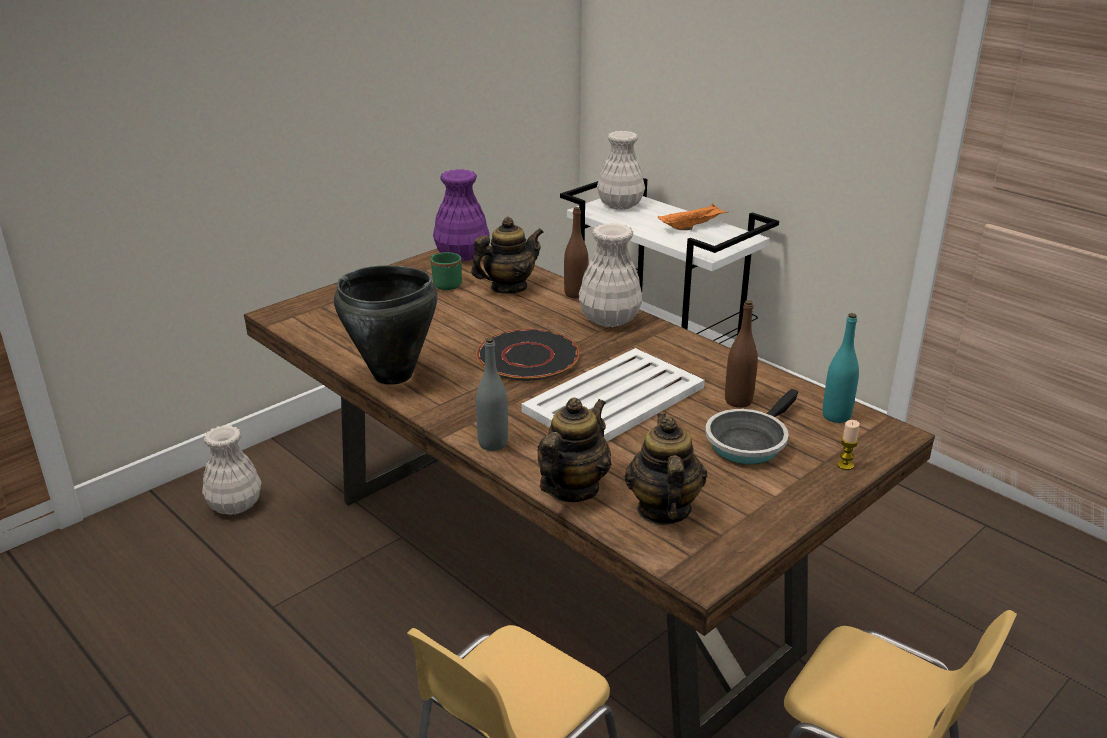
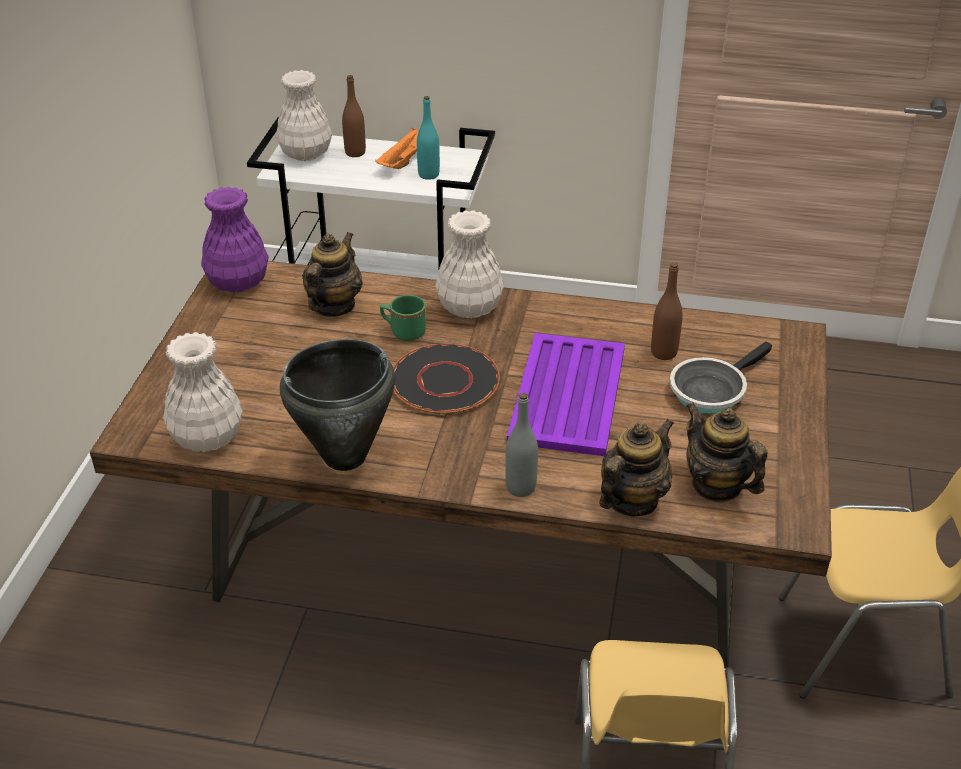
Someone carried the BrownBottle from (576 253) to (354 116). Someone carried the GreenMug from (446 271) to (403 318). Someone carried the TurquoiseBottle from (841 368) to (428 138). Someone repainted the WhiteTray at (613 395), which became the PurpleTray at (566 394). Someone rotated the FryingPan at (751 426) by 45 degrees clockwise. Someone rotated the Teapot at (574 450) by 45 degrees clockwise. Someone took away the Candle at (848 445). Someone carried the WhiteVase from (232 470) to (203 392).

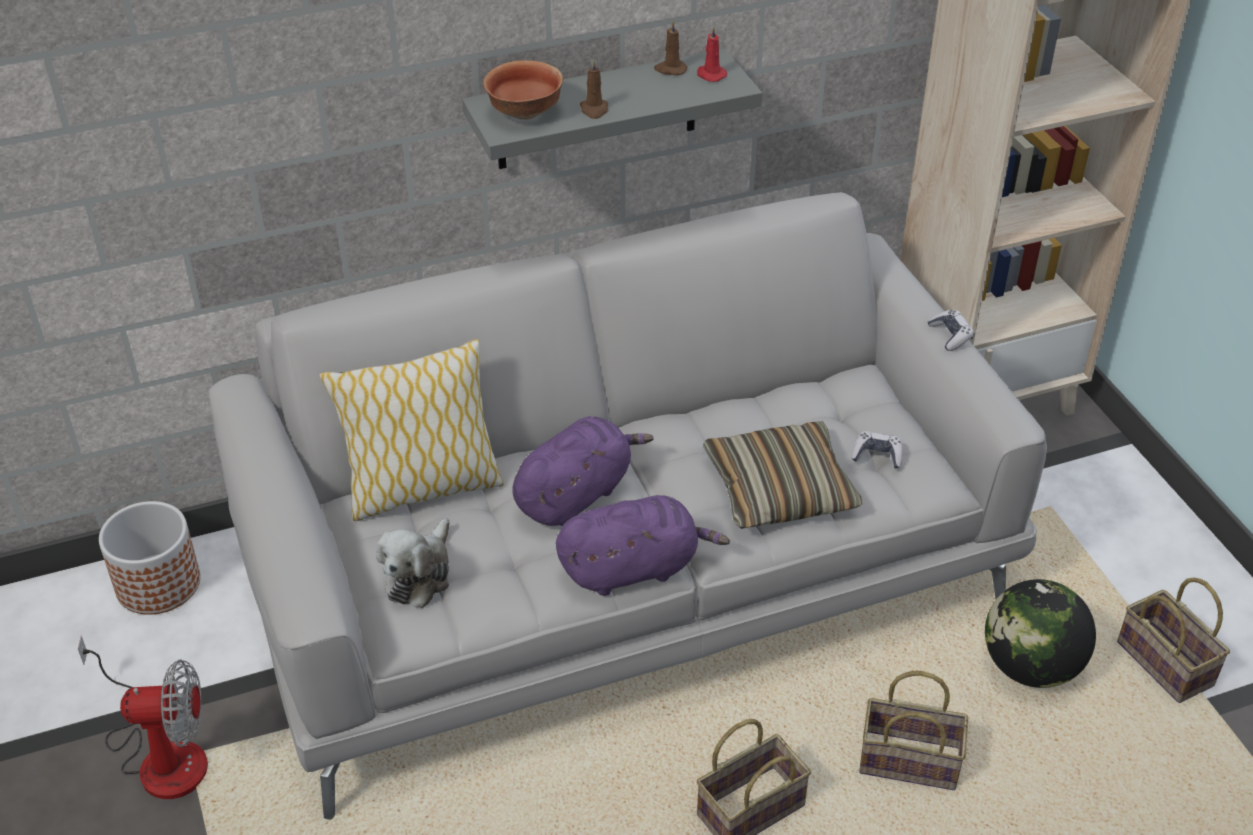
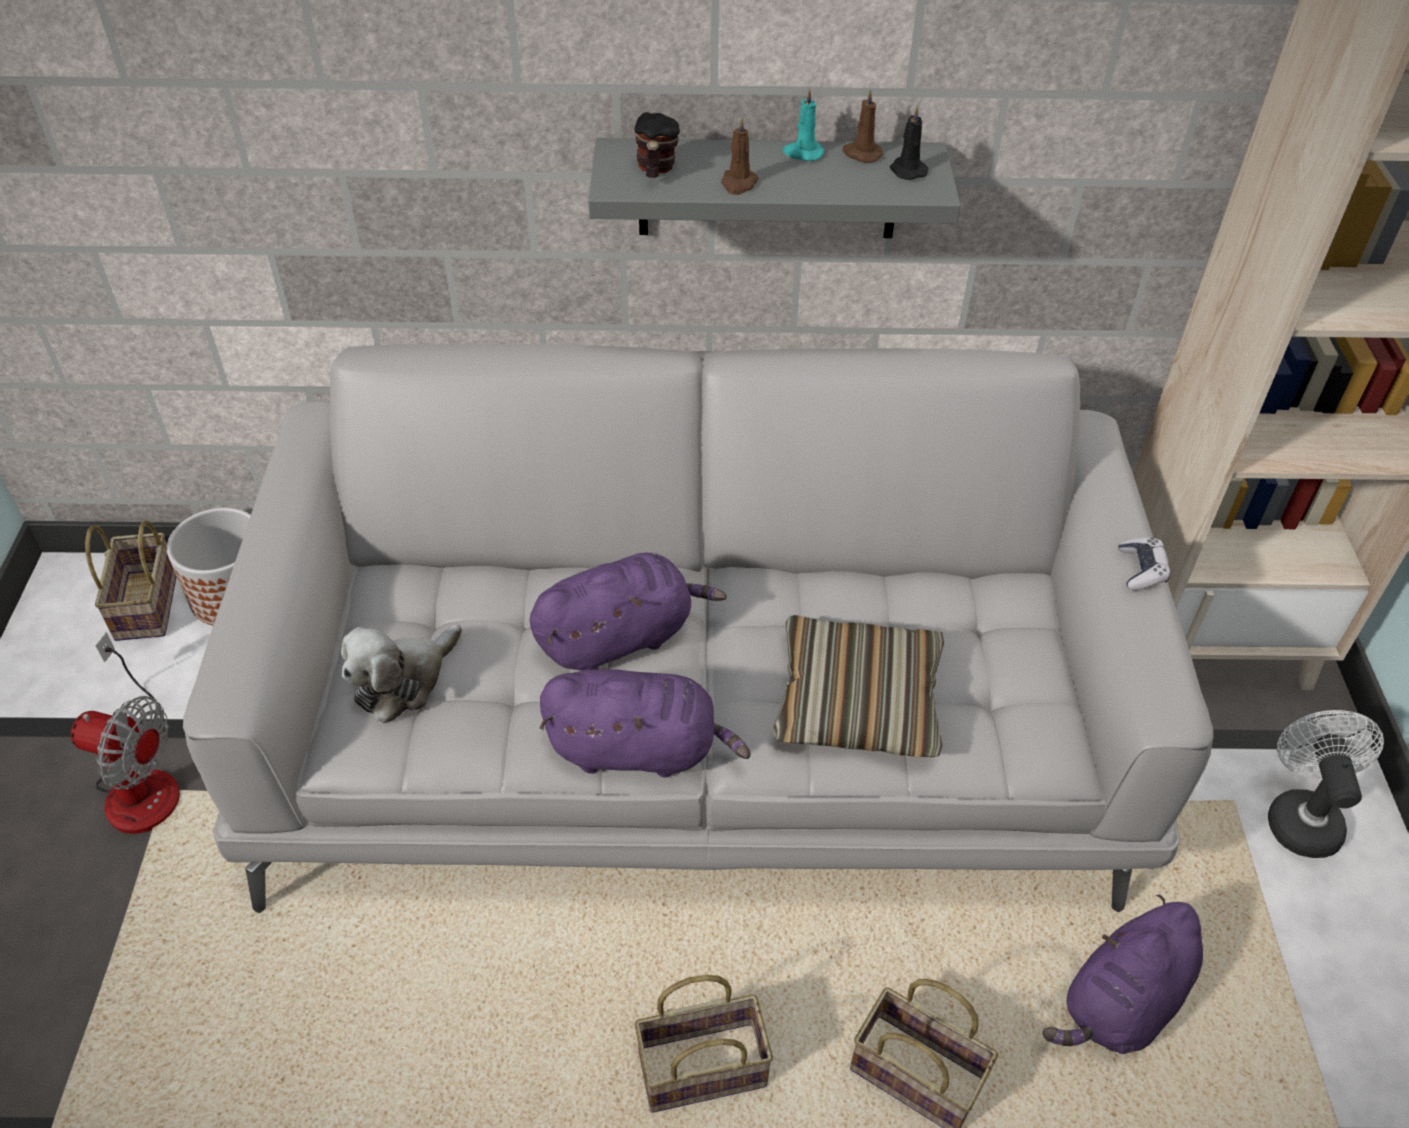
Someone repainted the RedCandle at (712 54), which became the BlackCandle at (909 142). Someone swapped the Bowl at (523 90) for the Mug at (657 145). Someone took away the Pillow at (412 430). Someone took away the GameController at (877 450). Someone carried the Basket from (1173 640) to (131 580). Someone swapped the Globe at (1040 633) for the PurplePlushToy at (1122 974). Someone put down the TurquoiseCandle at (803 124). Someone put down the WhiteFan at (1326 784).

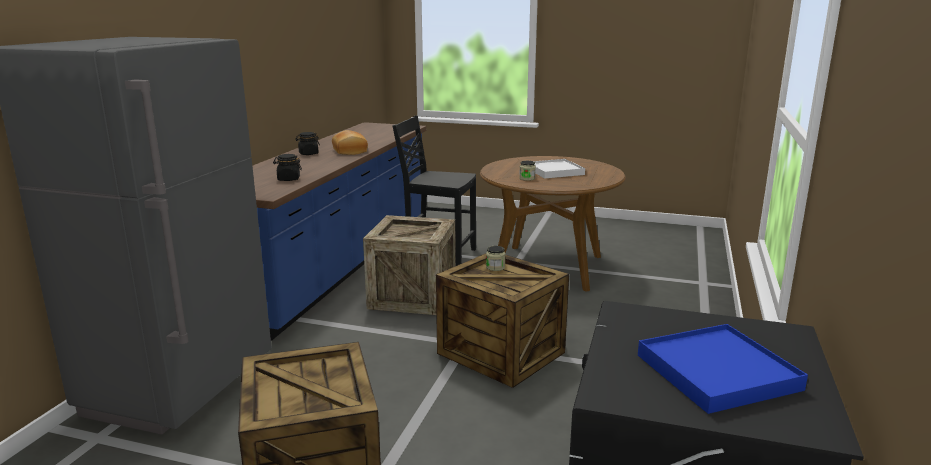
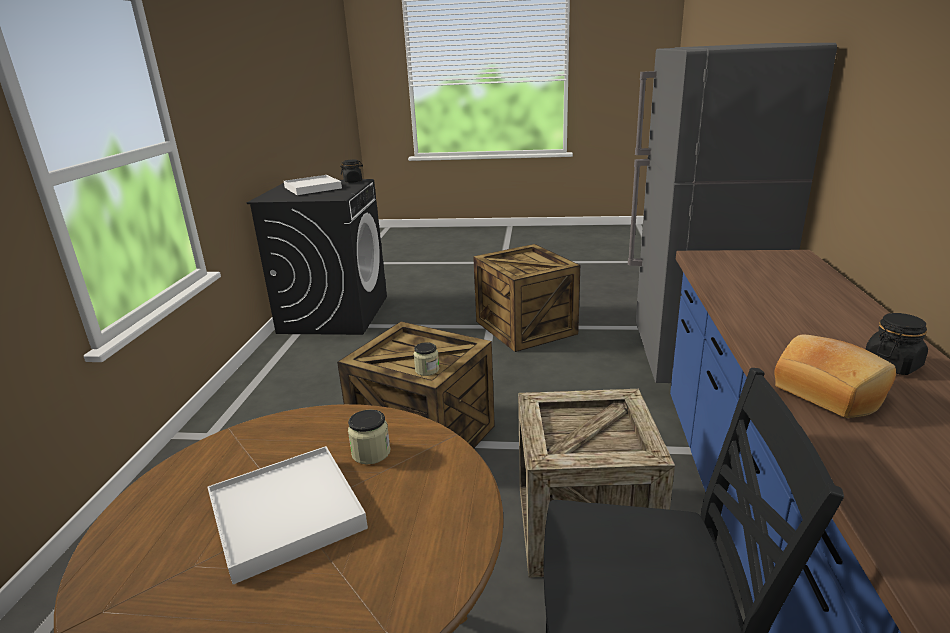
Someone carried the BlackJar from (287 167) to (351 171). Someone repainted the BlueTray at (723 369), which became the WhiteTray at (313 185).

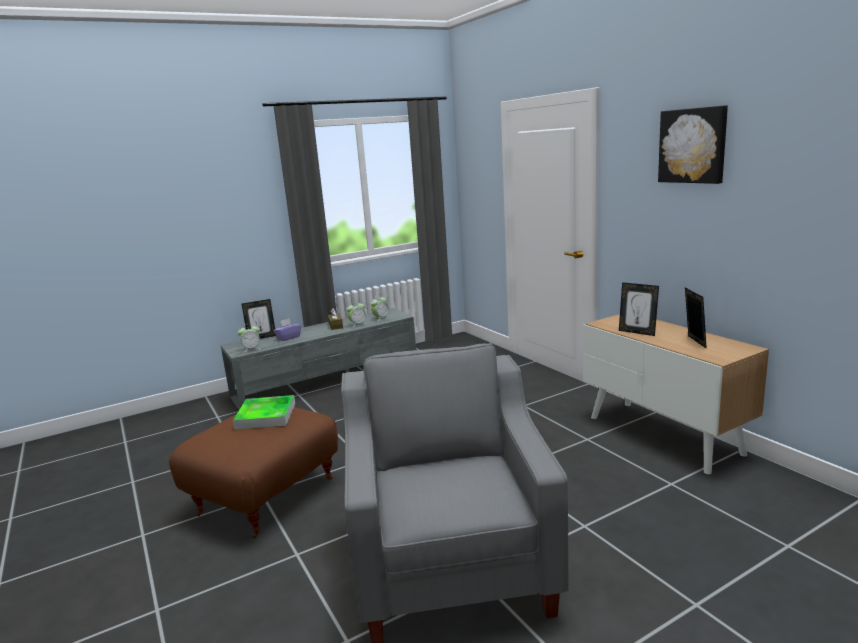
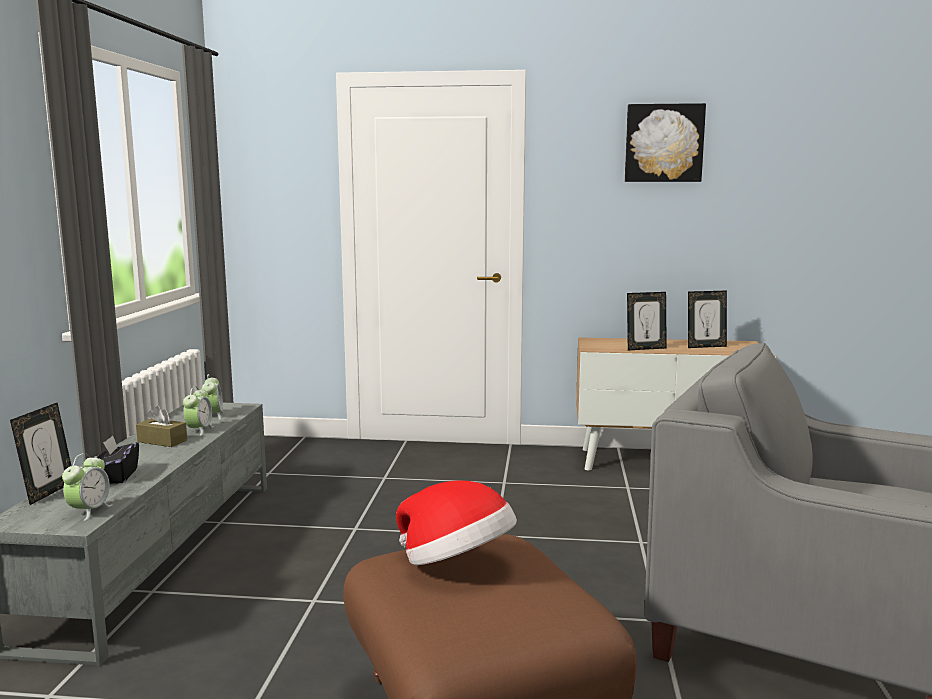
Someone rotated the PictureFrame at (696 318) by 135 degrees clockwise. Someone repainted the PurpleTissueBox at (287 329), which became the BlackTissueBox at (118 459). Someone swapped the Tray at (264 412) for the Hat at (456 523).

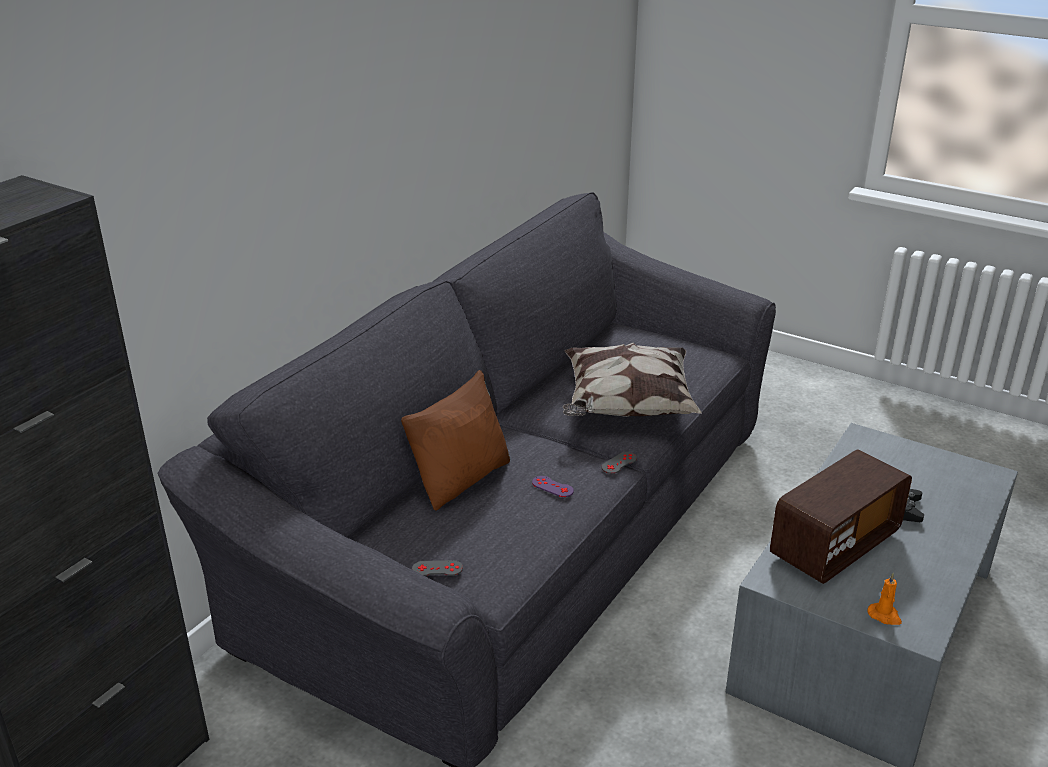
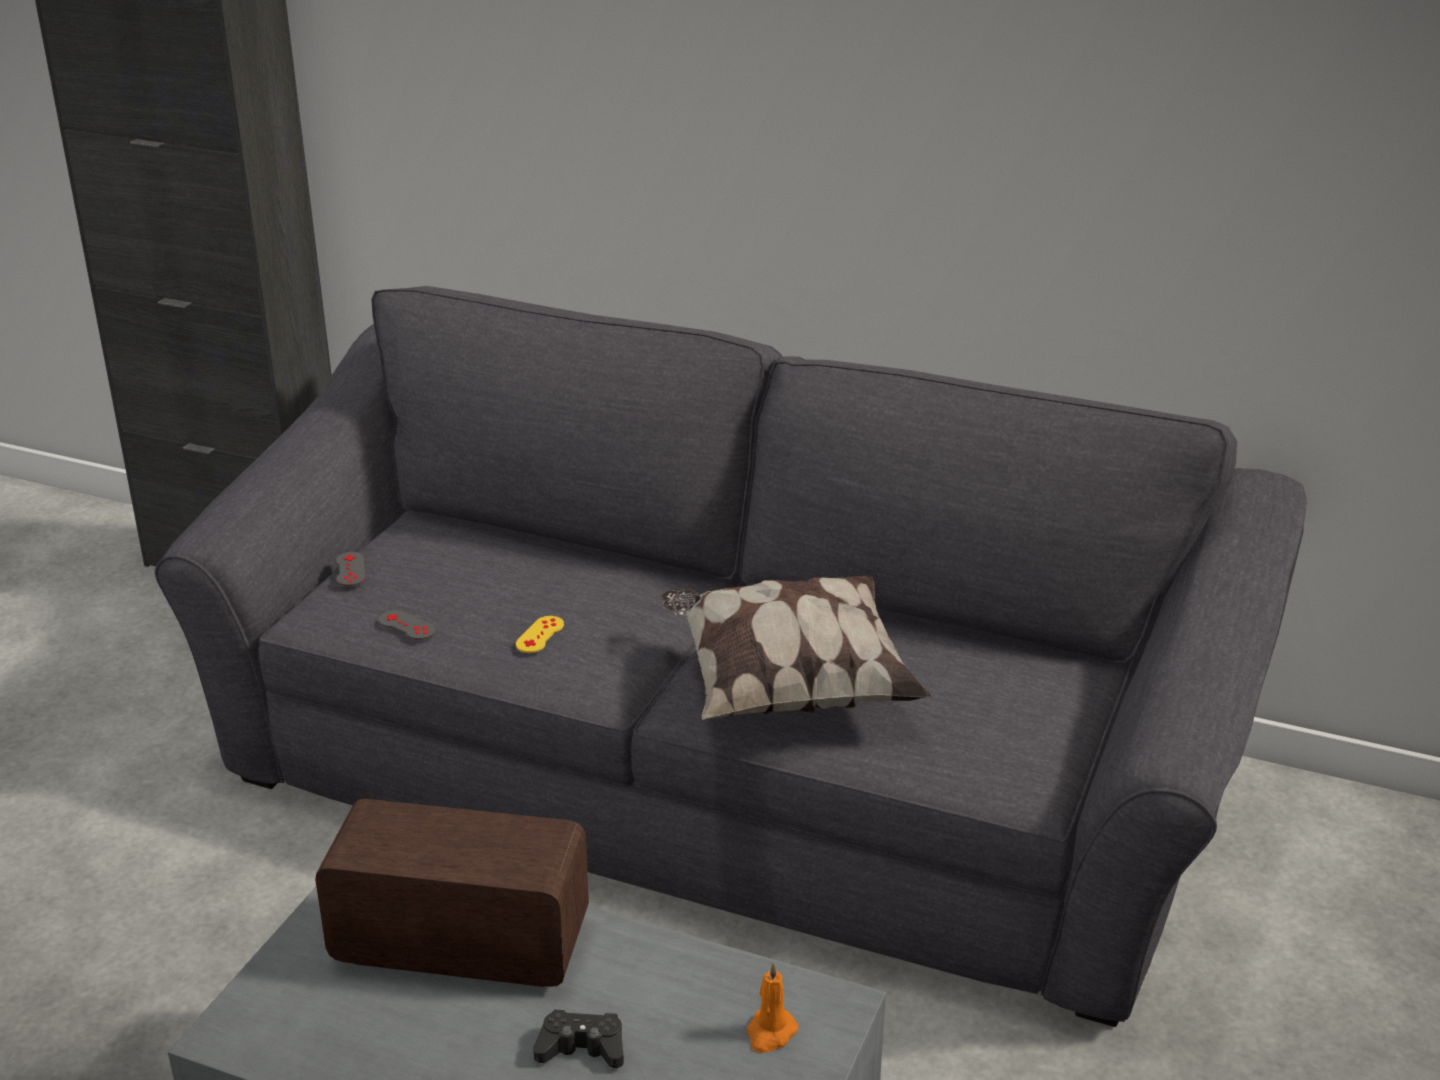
Someone took away the BrownPillow at (455 440). Someone rotated the Radio at (841 516) by 150 degrees clockwise. Someone carried the GreyGameController from (619 463) to (407 625). Someone repainted the PurpleGameController at (553 486), which became the YellowGameController at (539 634). Someone carried the OrangeCandle from (884 599) to (772 1007).

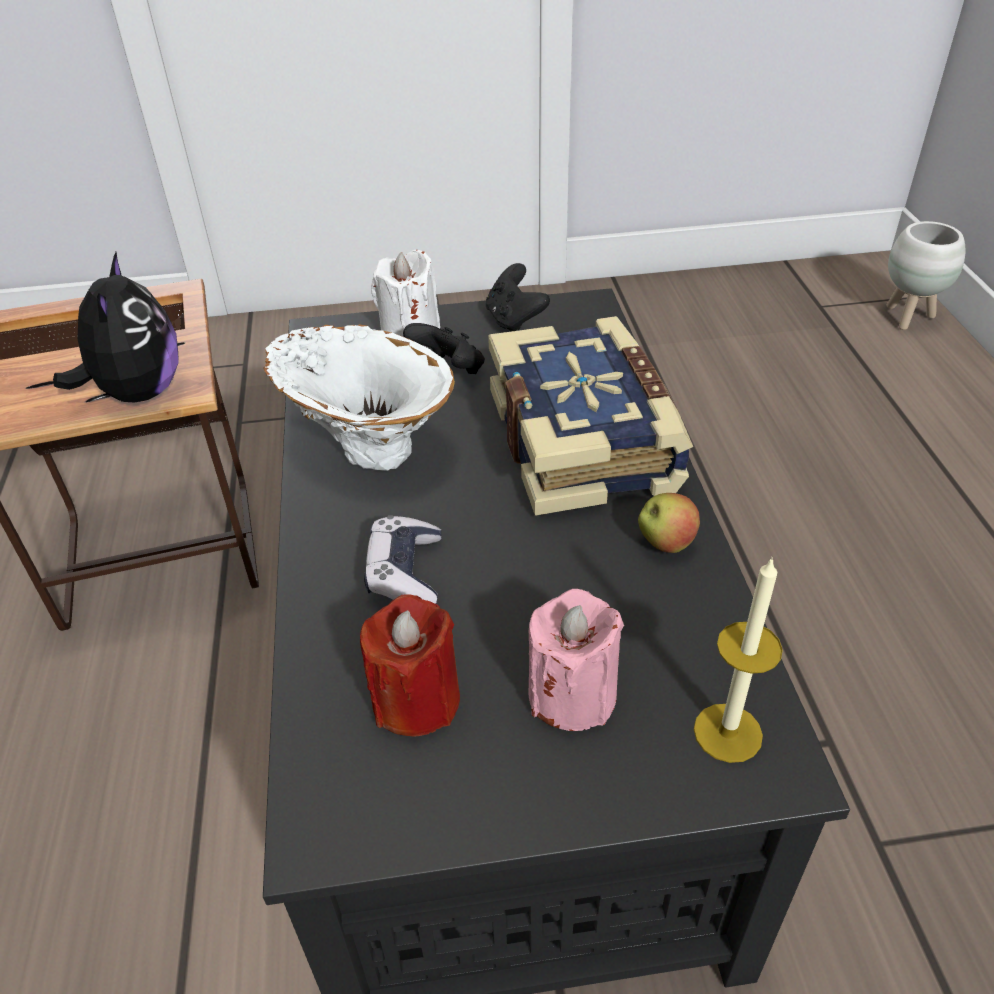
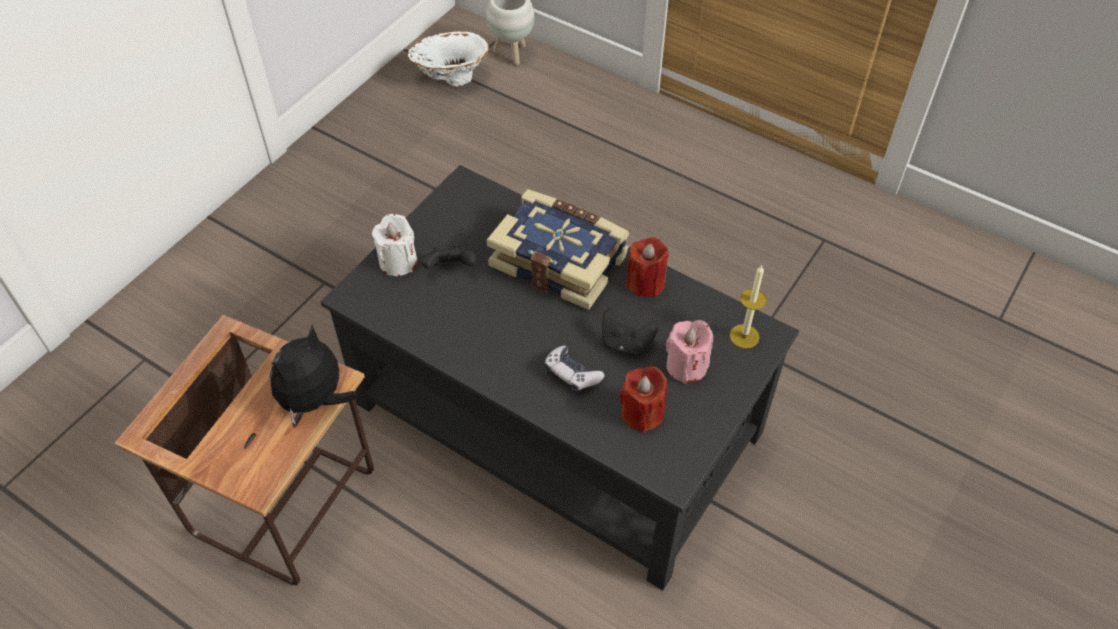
Someone rotated the PlushToy at (116 327) by 90 degrees counterclockwise. Someone carried the BlackGameController from (518 297) to (630 332). Someone carried the WhiteVase from (359 397) to (448 59). Someone swapped the Apple at (669 523) for the RedCandle at (647 267).

